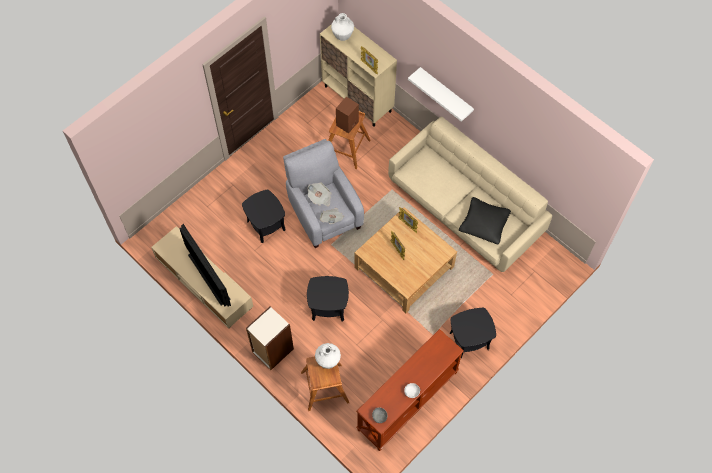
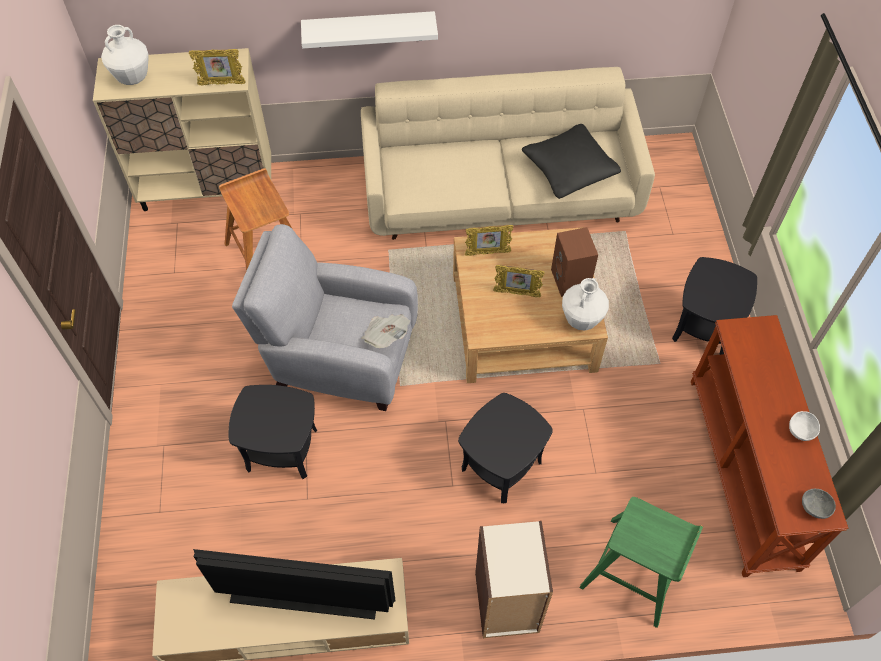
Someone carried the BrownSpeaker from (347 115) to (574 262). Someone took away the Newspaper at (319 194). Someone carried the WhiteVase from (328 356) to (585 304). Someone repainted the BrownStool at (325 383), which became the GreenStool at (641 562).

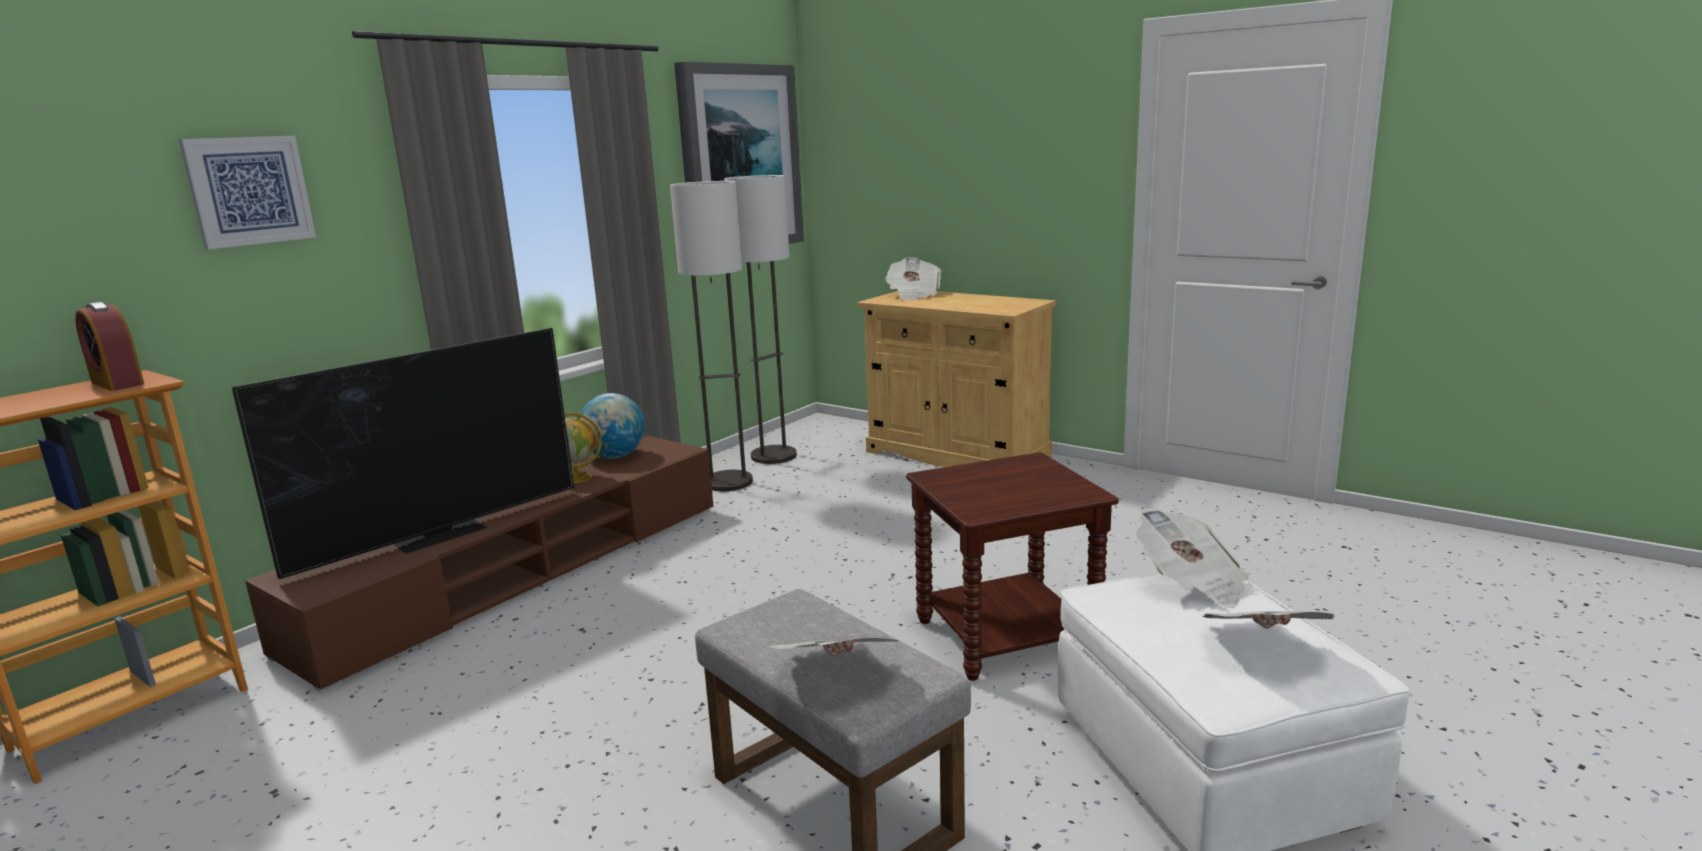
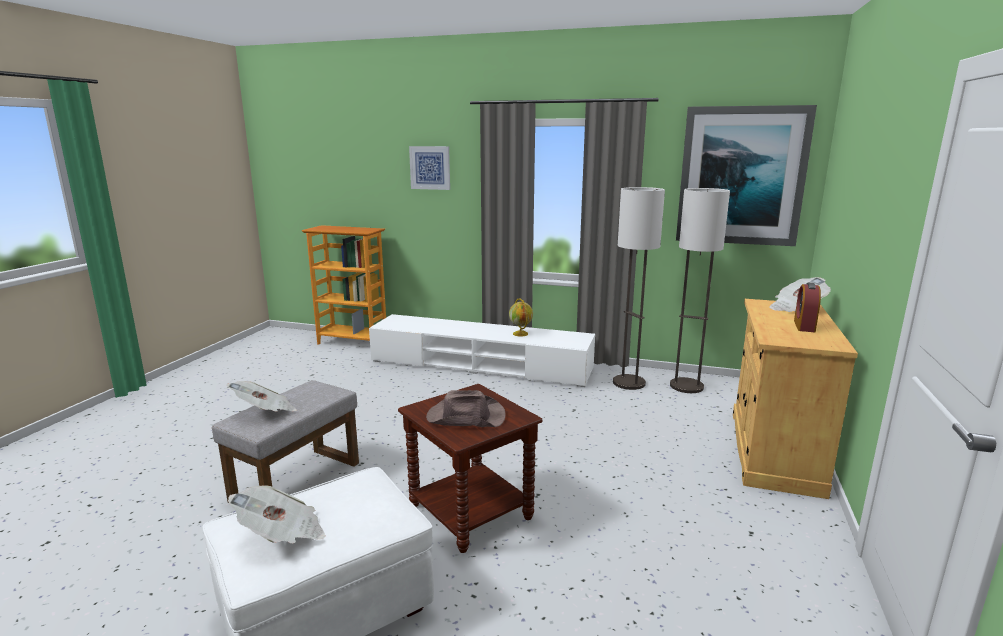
Someone carried the AlarmClock from (109 346) to (807 307). Someone took away the Television at (403 453). Someone took away the Globe at (612 426). Someone repainted the BrownTvStand at (479 564), which became the WhiteTvStand at (482 350). Someone took away the Newspaper at (1192 558). Someone put down the BrownHat at (465 408).

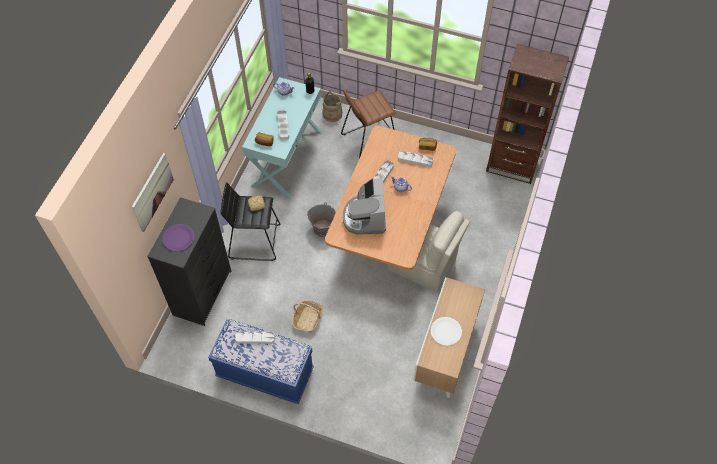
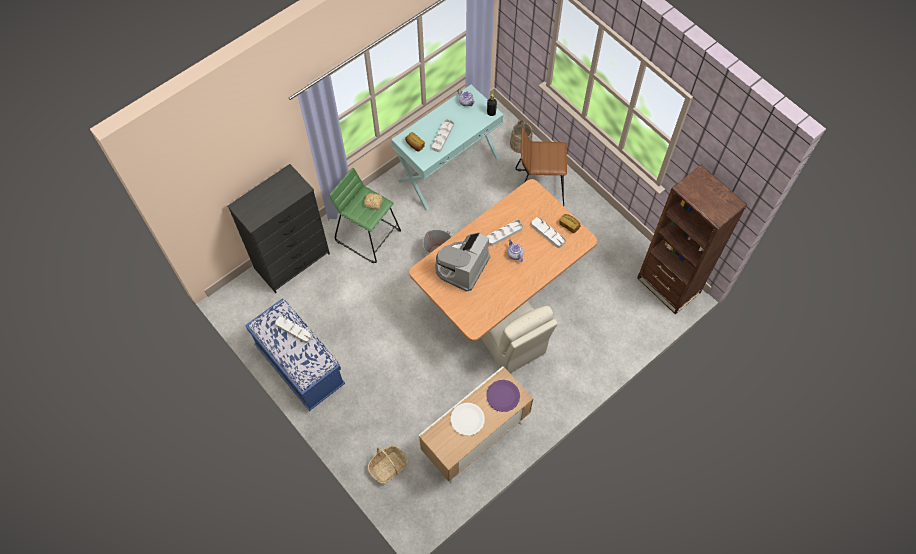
Someone took away the Picture at (153 192). Someone repainted the BlackStool at (250 221), which became the GreenStool at (365 215). Someone carried the PurplePlate from (178 237) to (503 396). Someone carried the Basket from (307 316) to (388 465).

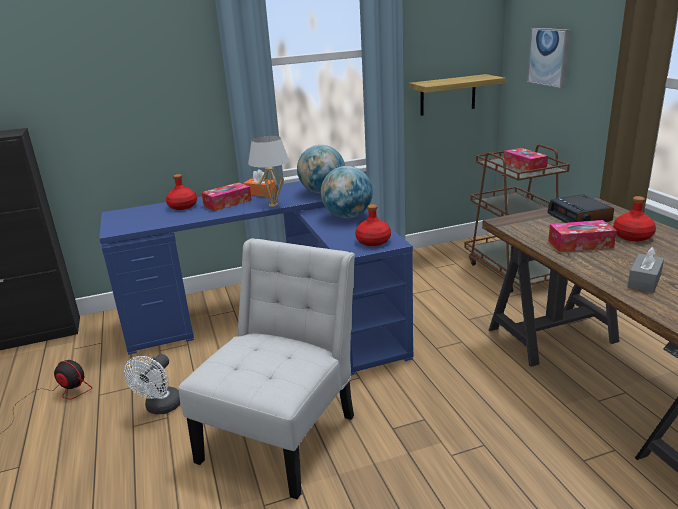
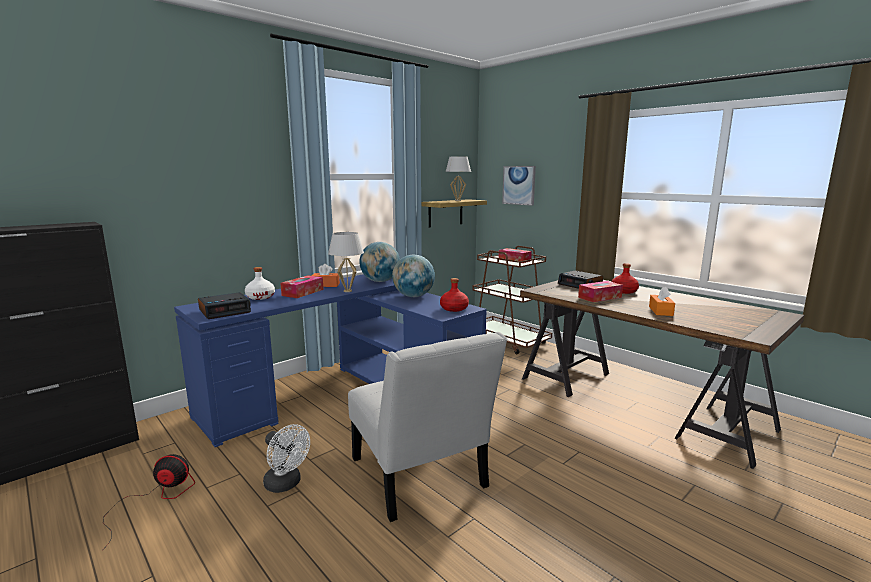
Someone repainted the RedBottle at (181 192), which became the WhiteBottle at (260 283). Someone rotated the WhiteChair at (266 368) by 150 degrees clockwise. Someone repainted the GreyTissueBox at (645 270), which became the OrangeTissueBox at (662 301). Someone rotated the WhiteFan at (152 384) by 45 degrees counterclockwise. Someone put down the WhiteTableLamp at (458 178). Someone put down the AlarmClock at (224 305).

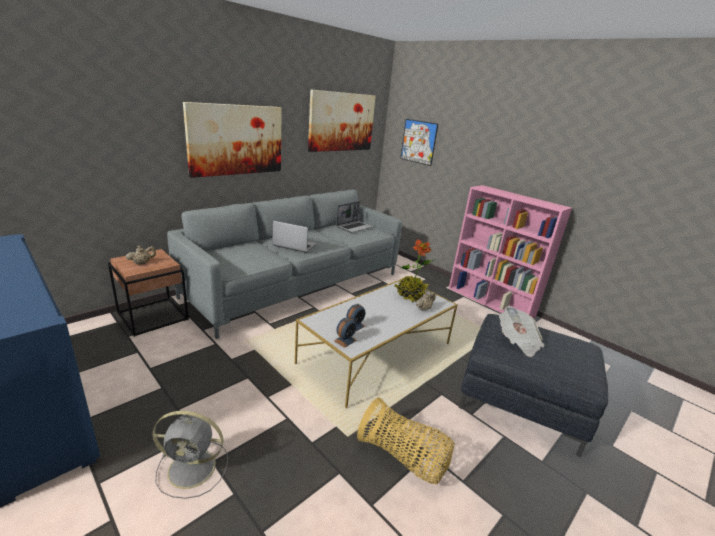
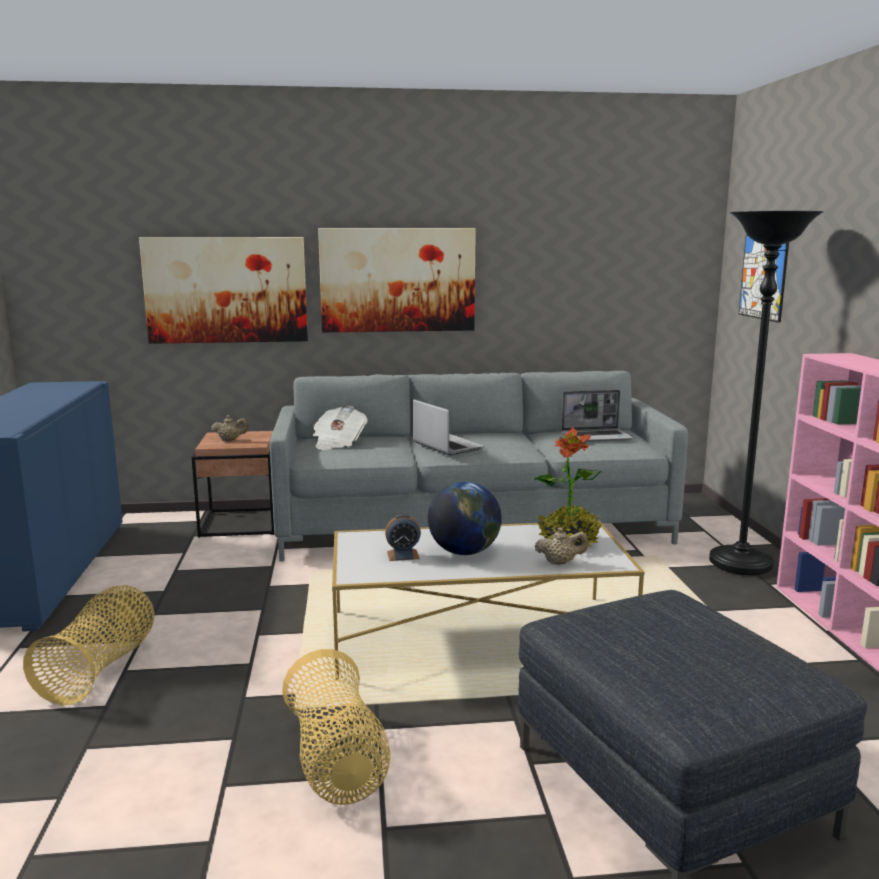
Someone carried the Picture from (342 120) to (223 290). Someone carried the Newspaper from (522 331) to (340 428). Someone took away the AlarmClock at (345 332). Someone swapped the GreyFan at (190 455) for the Basket at (89 645). Someone put down the BlackFloorLamp at (766 393). Someone put down the Globe at (465 518).

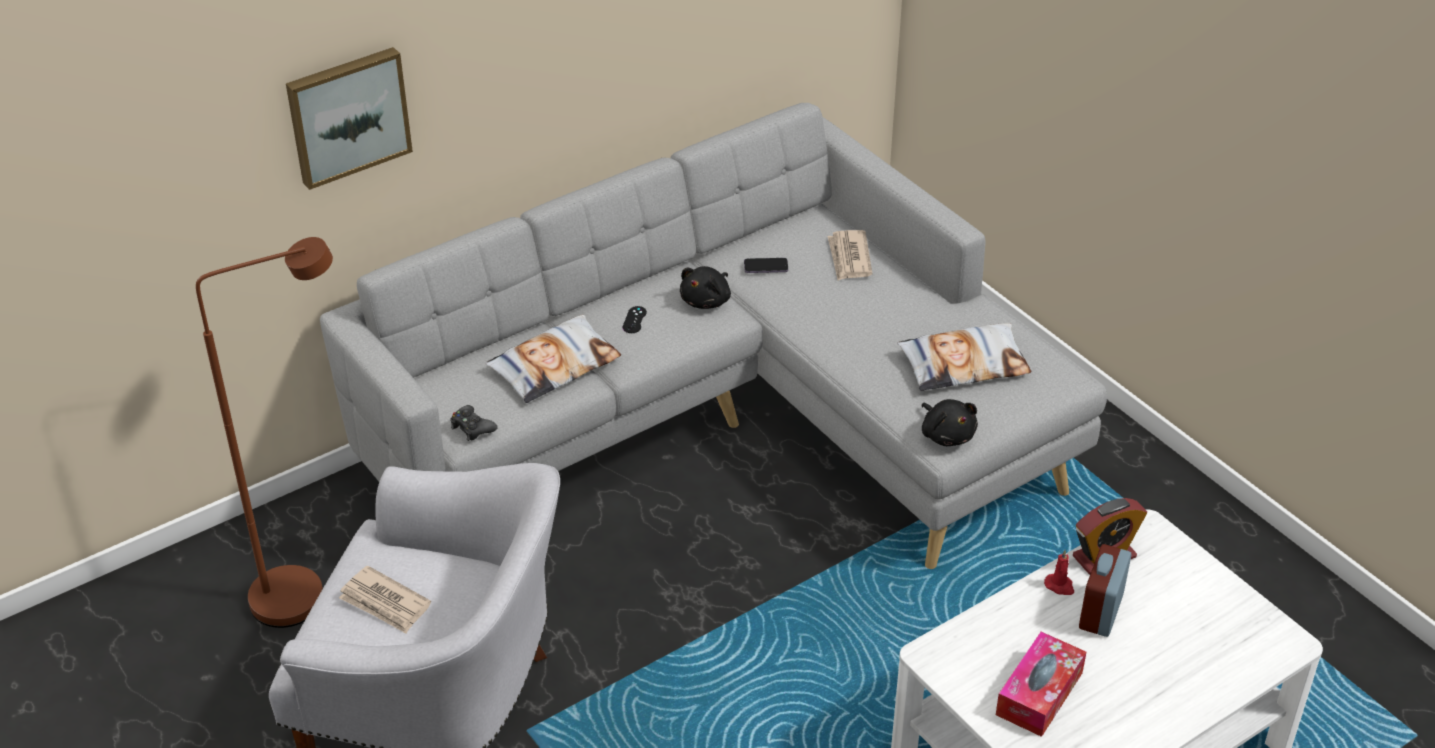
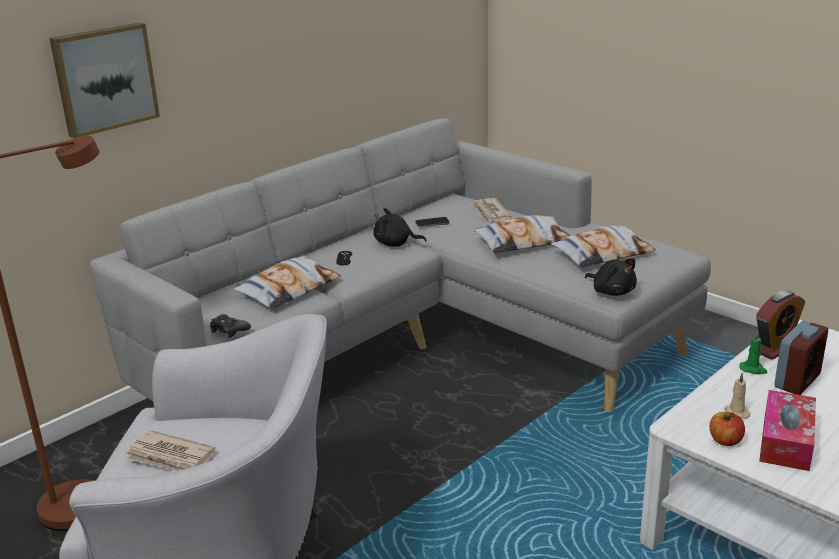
Someone rotated the BlackPlushToy at (705 287) by 75 degrees clockwise. Someone rotated the AlarmClock at (1105 590) by 150 degrees counterclockwise. Someone repainted the RedCandle at (1059 572), which became the GreenCandle at (753 352). Someone put down the Pillow at (521 234). Someone put down the BeigeCandle at (738 396). Someone put down the Apple at (727 429).

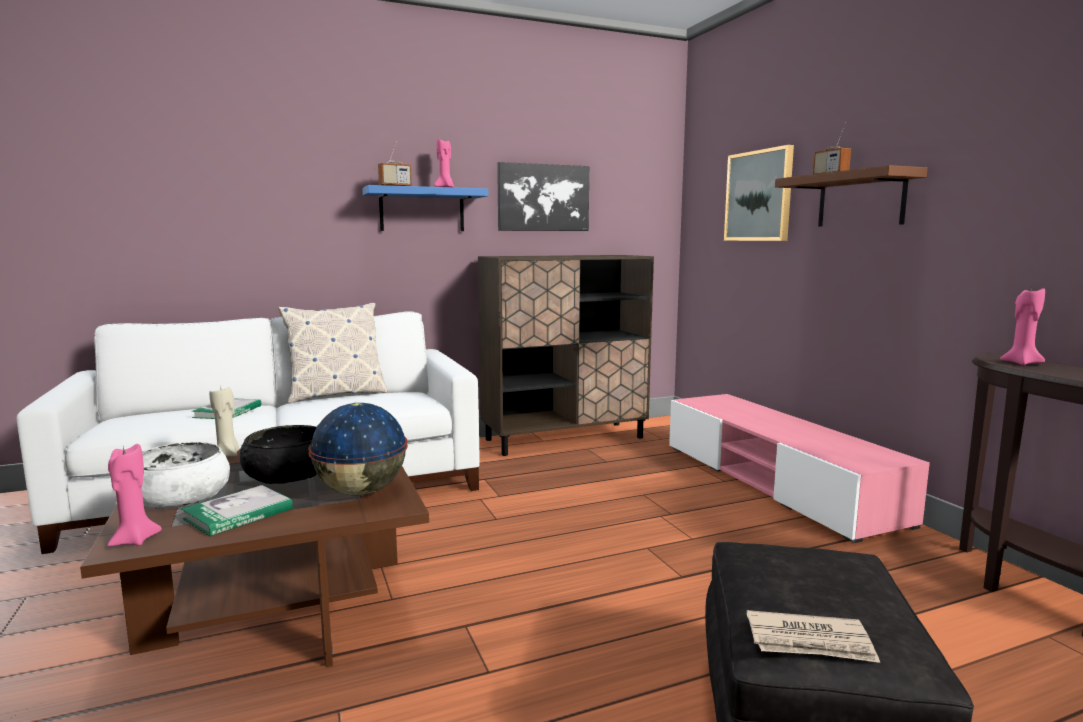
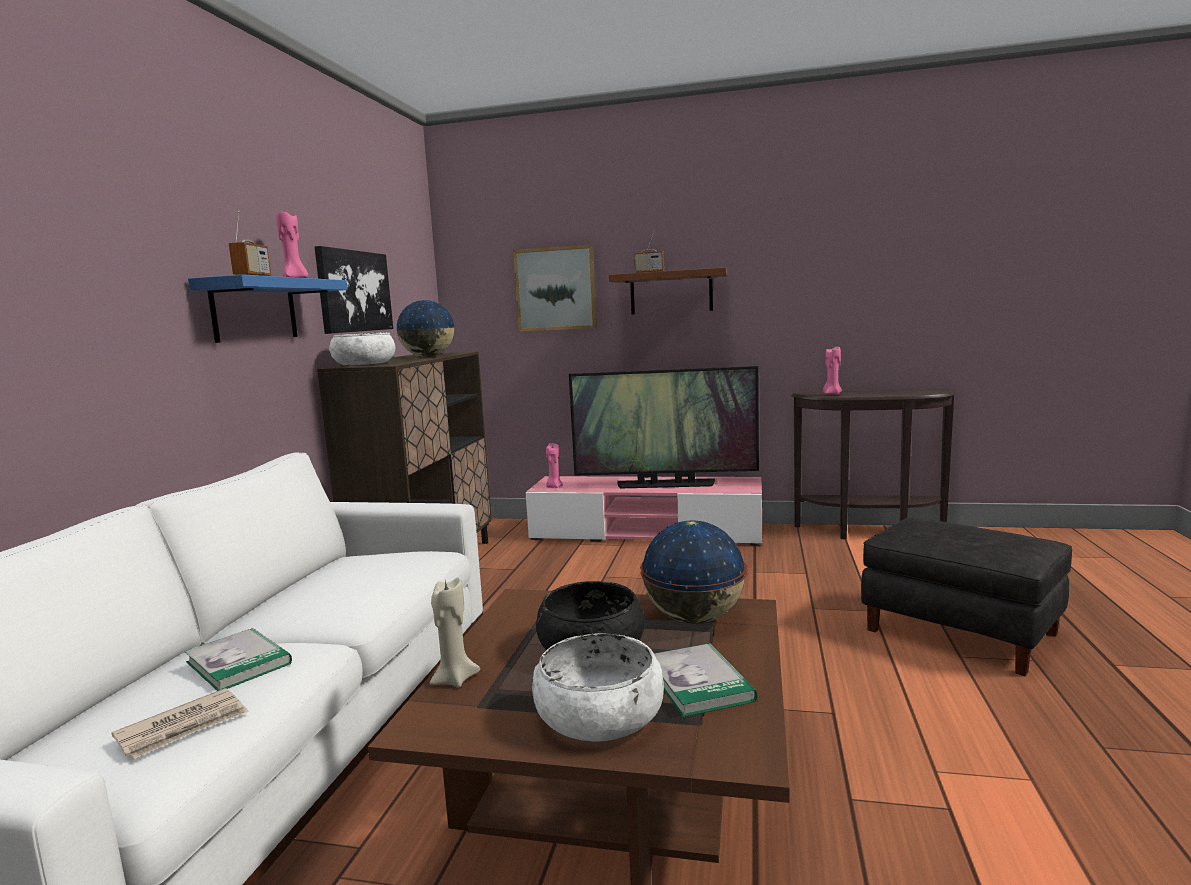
Someone took away the Pillow at (332 353). Someone carried the PinkCandle from (134 495) to (554 465). Someone carried the Newspaper from (813 636) to (180 723). Someone put down the Globe at (425 328). Someone put down the WhiteBowl at (362 348). Someone put down the Television at (664 427).

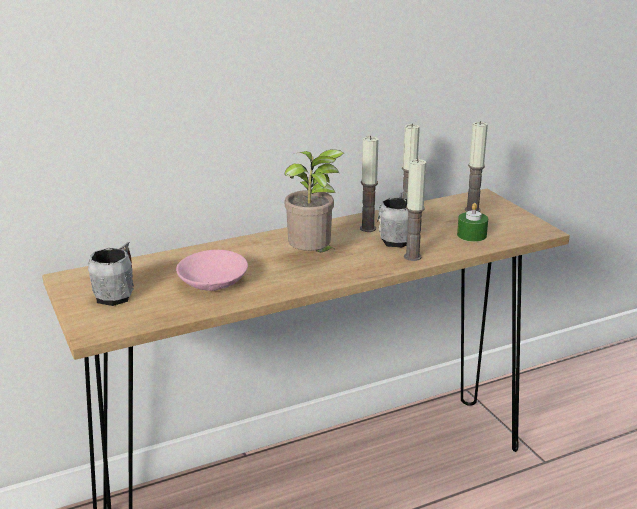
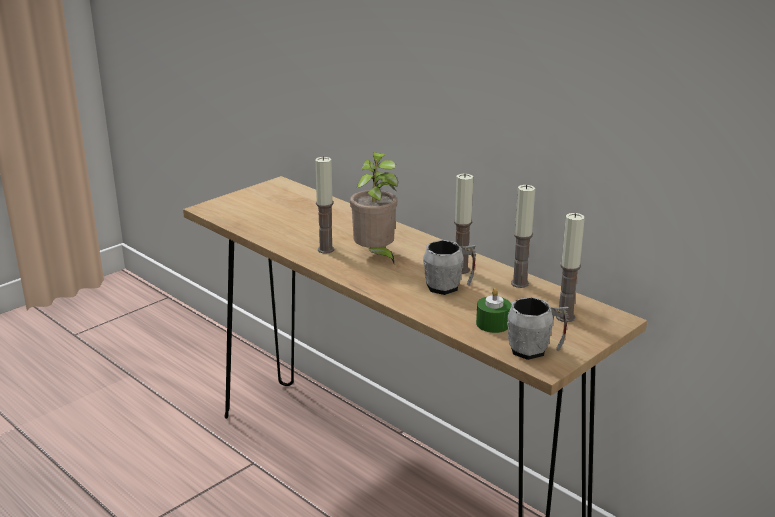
Someone carried the Candle from (415 210) to (325 205). Someone carried the GreyMug from (111 274) to (538 328). Someone took away the PinkBowl at (212 270).

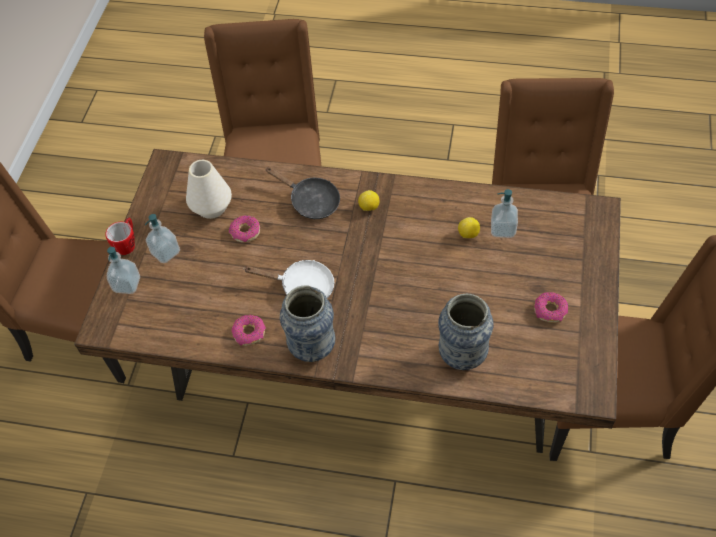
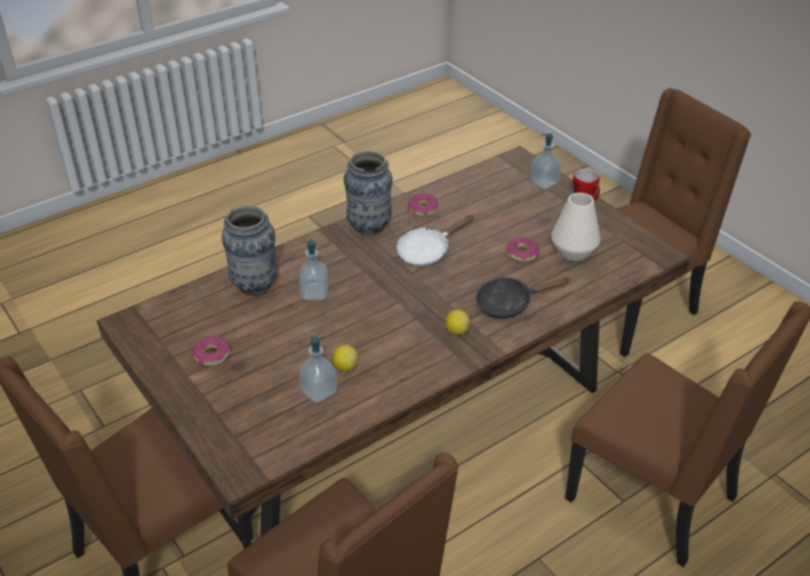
Someone carried the SoapDispenser from (162 238) to (313 269).

